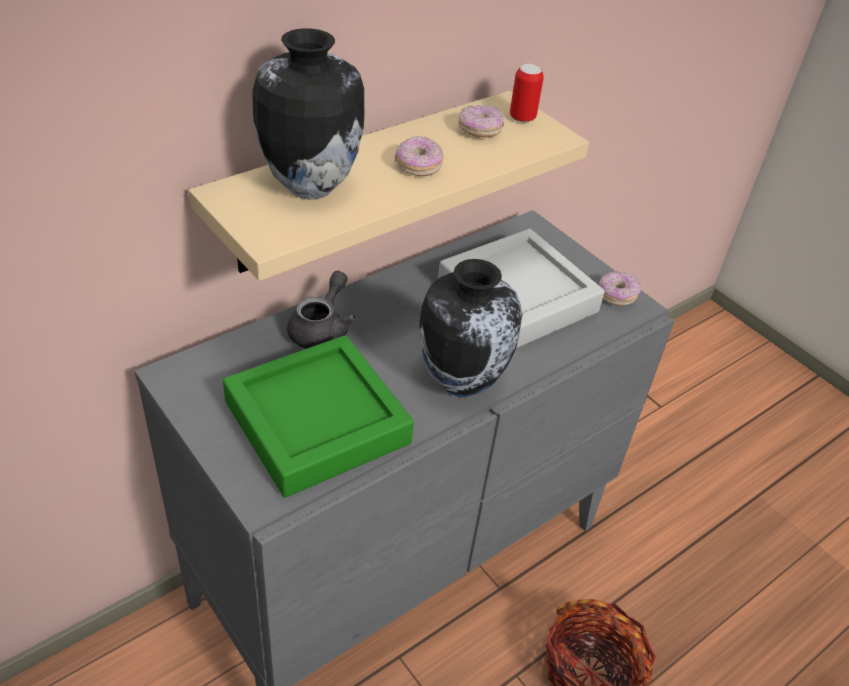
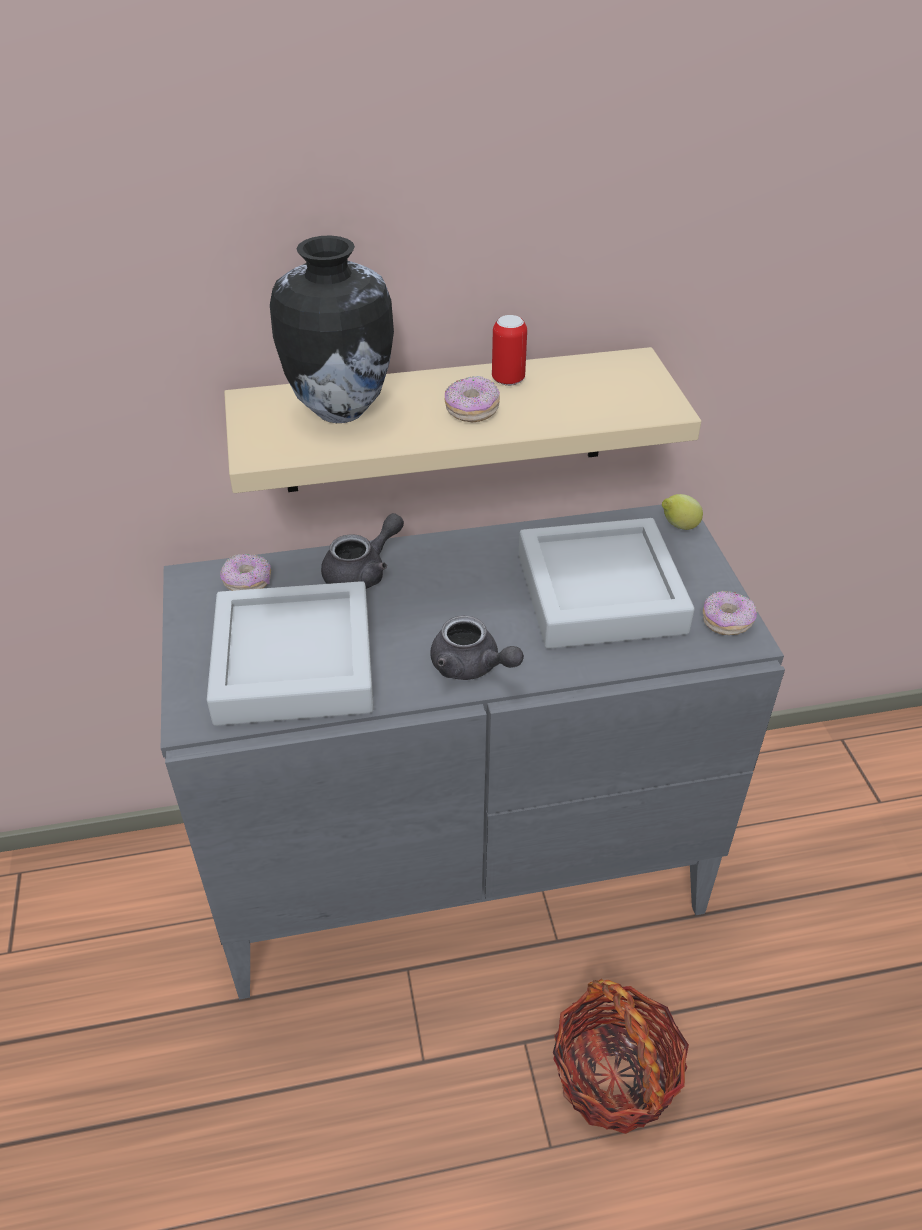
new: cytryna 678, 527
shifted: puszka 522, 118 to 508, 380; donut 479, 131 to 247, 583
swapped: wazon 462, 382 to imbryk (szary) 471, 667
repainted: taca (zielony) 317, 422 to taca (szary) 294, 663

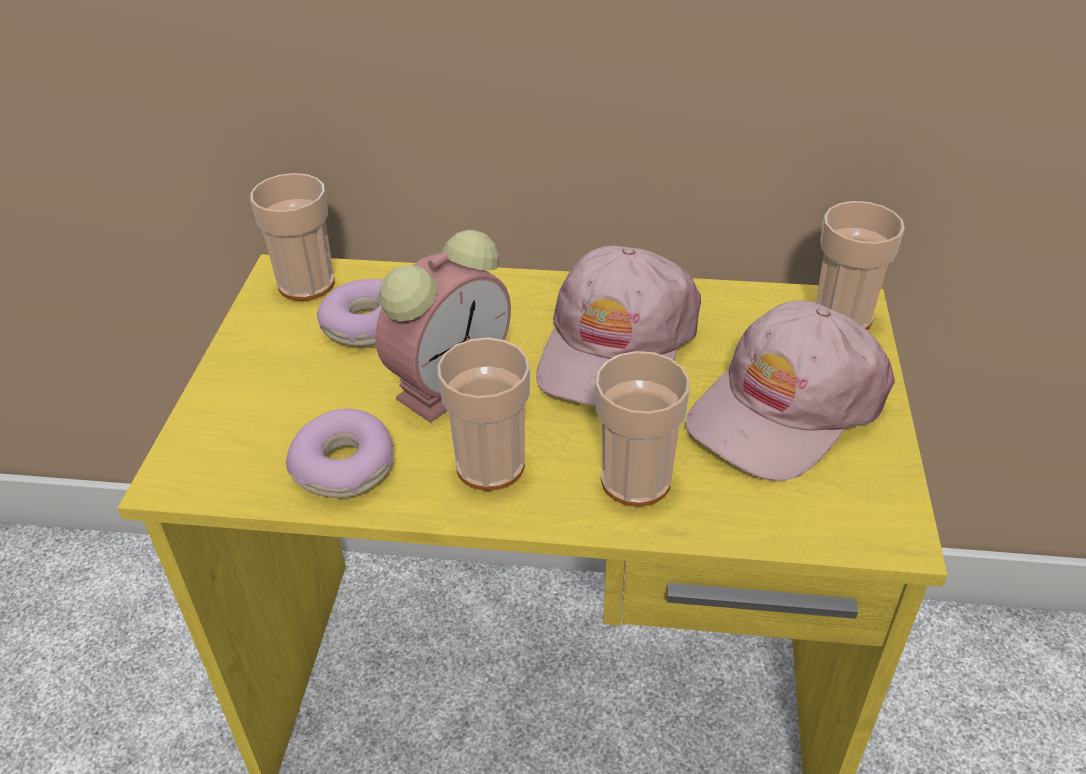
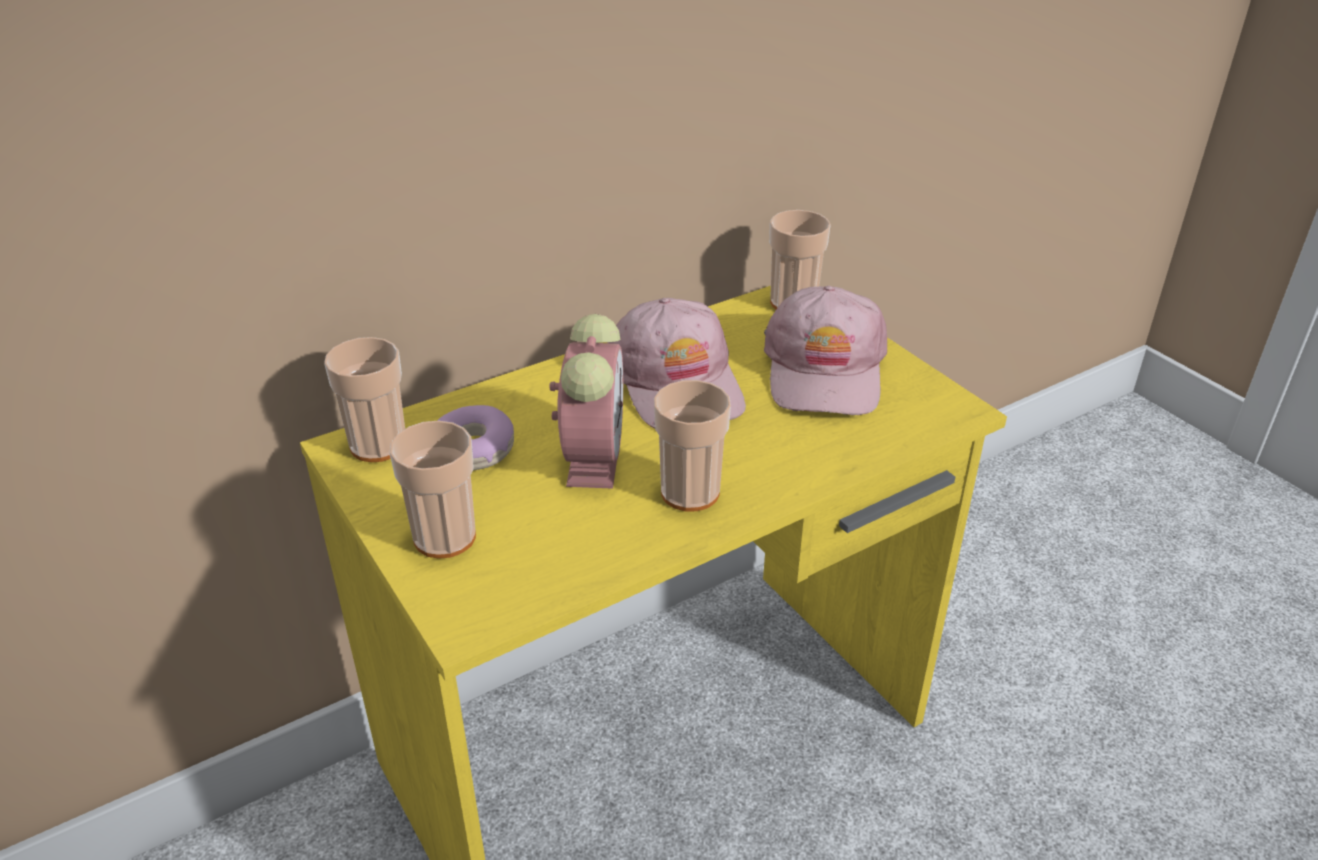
gone: donut 345, 467
shifted: filiżanka 635, 481 to 445, 537

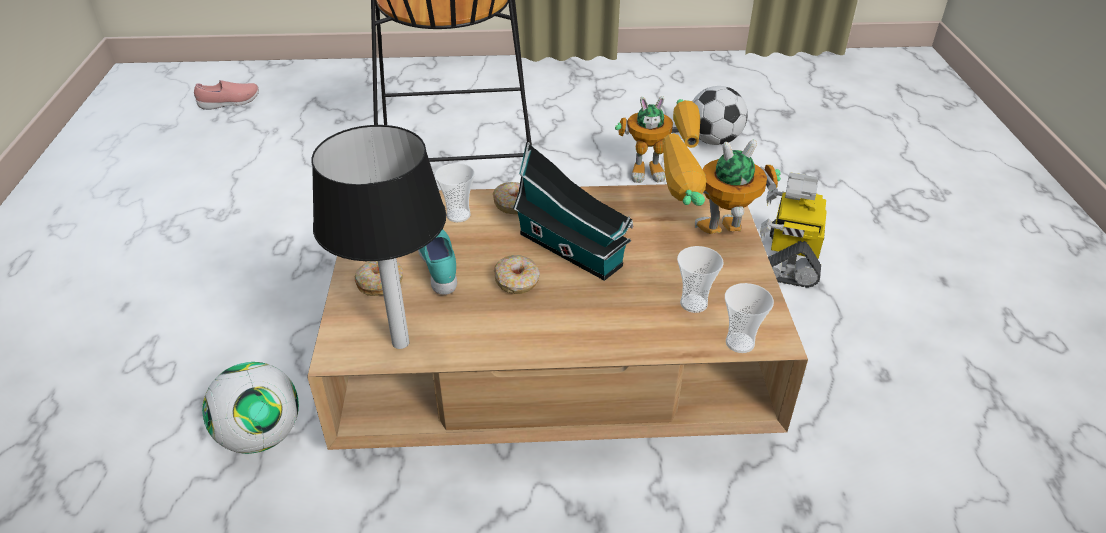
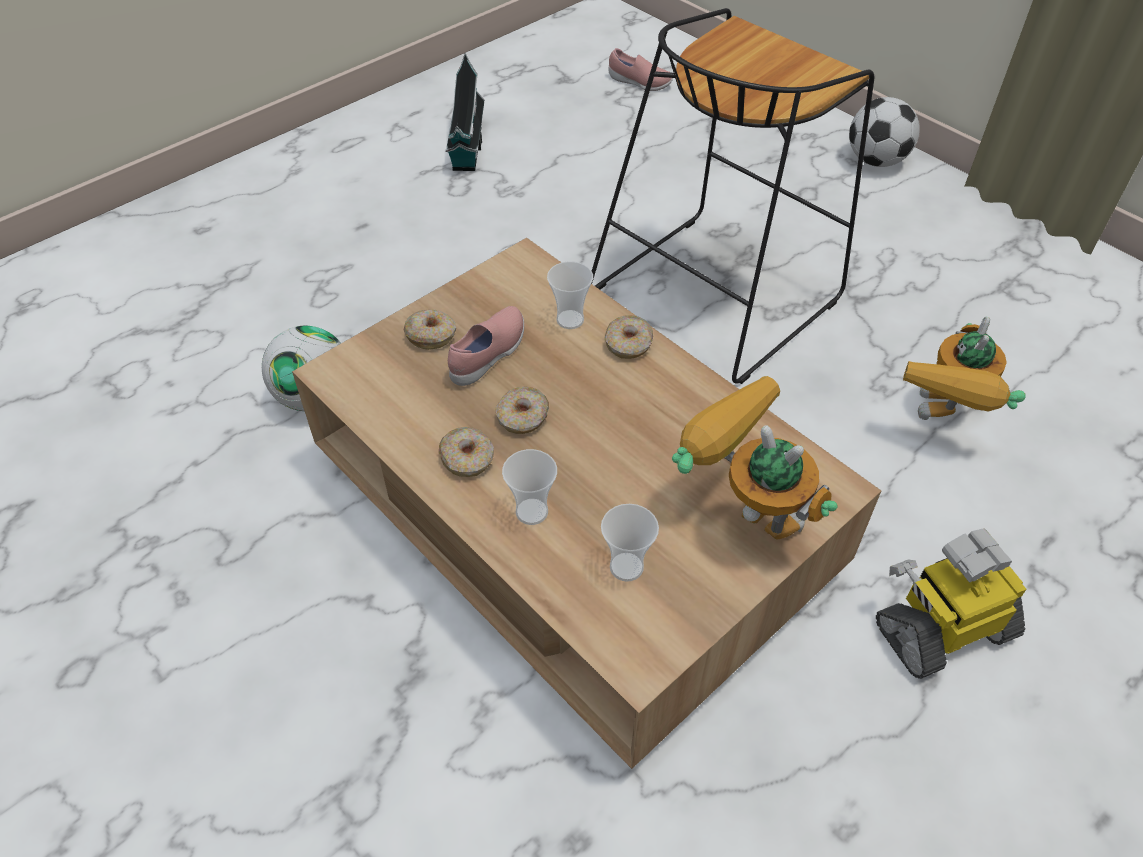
gone: lampa stołowa 402, 342
new: donut 468, 459
shifted: piłka futbolowa 714, 140 to 876, 161; domek 573, 252 to 467, 148; filiżanka 740, 343 to 532, 511
repainted: but (turkusowy) 439, 266 to but (różowy) 489, 355
rotated: robot zabawkowy 660, 172 = 943, 422 60 degrees clockwise

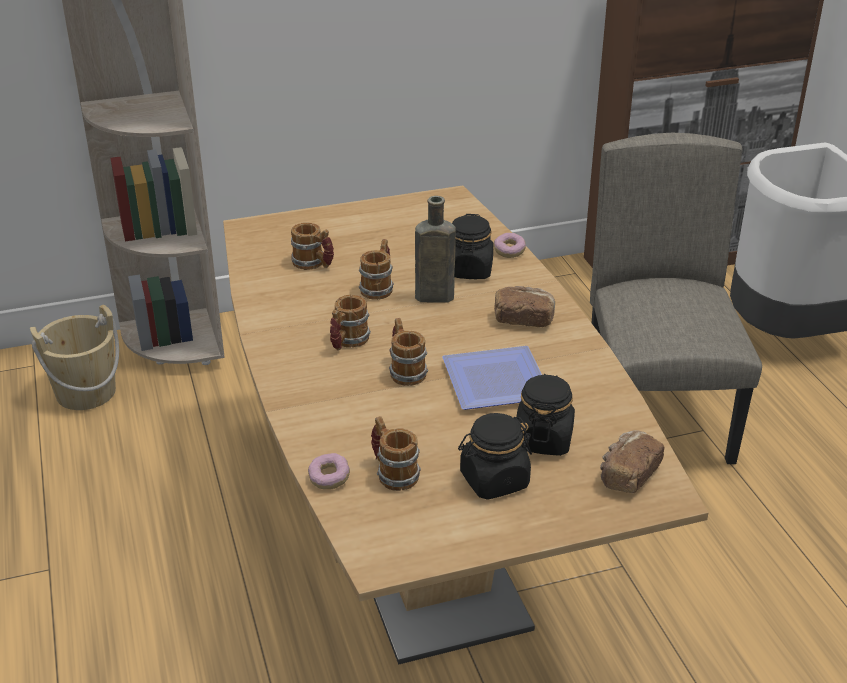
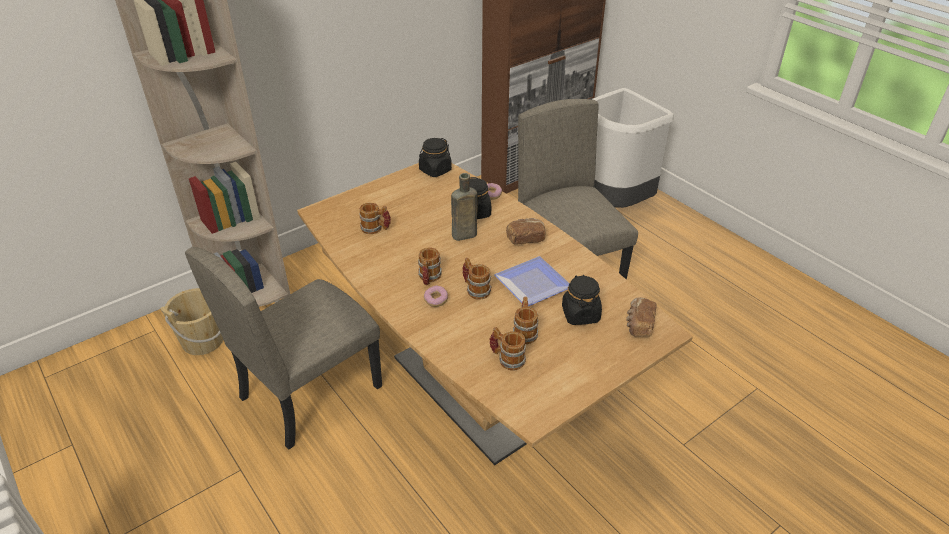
new: krzesło (beżowy) 310, 391
shifted: kubek 379, 287 to 524, 331; słoik (czarny) 494, 480 to 435, 170; donut 329, 478 to 436, 300

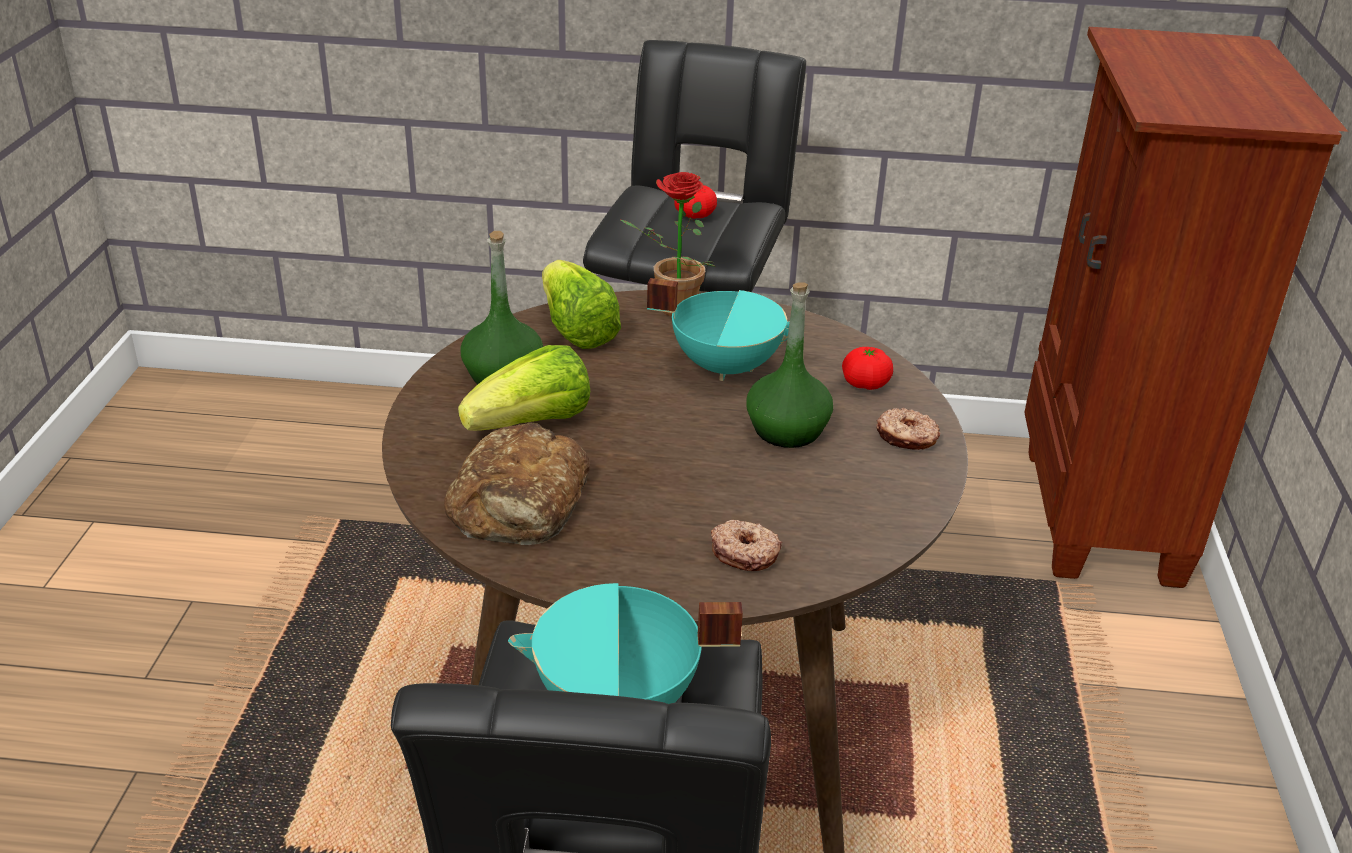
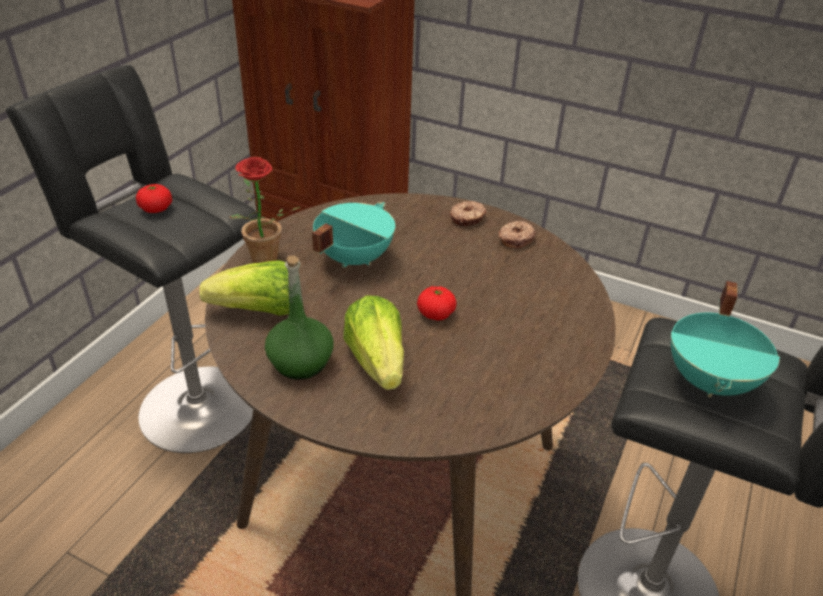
gone: butelka (zielony) 786, 430; chleb 520, 502
shifted: pomidor 865, 384 to 436, 314; donut 745, 553 to 515, 239

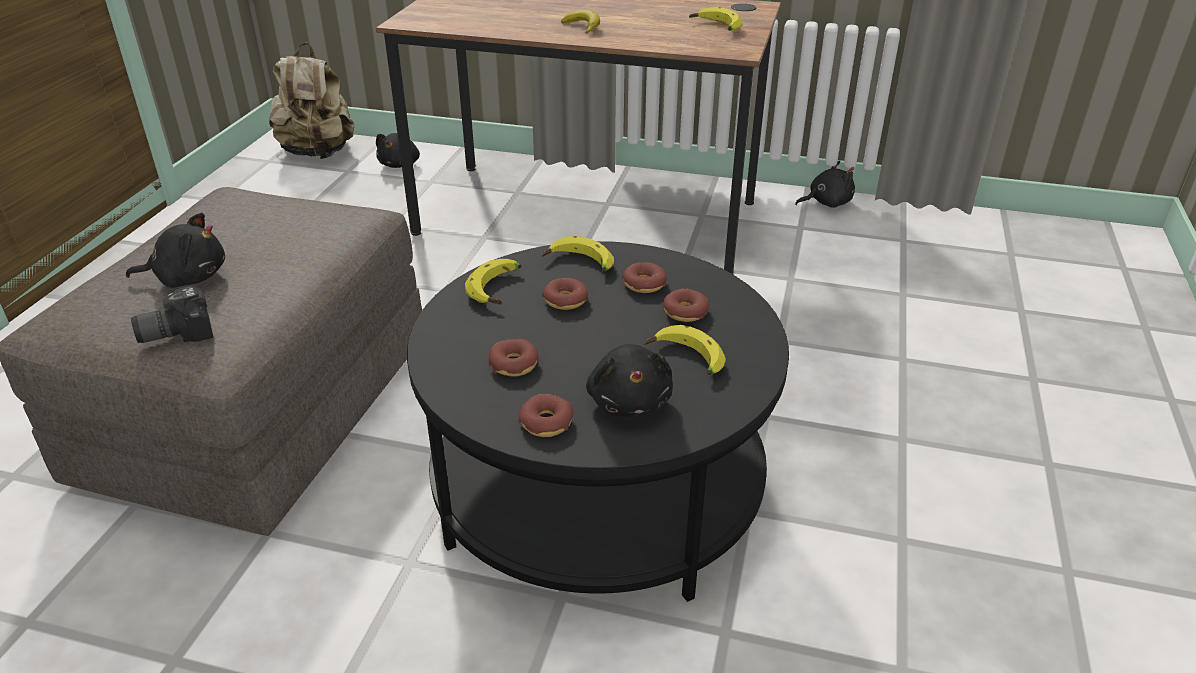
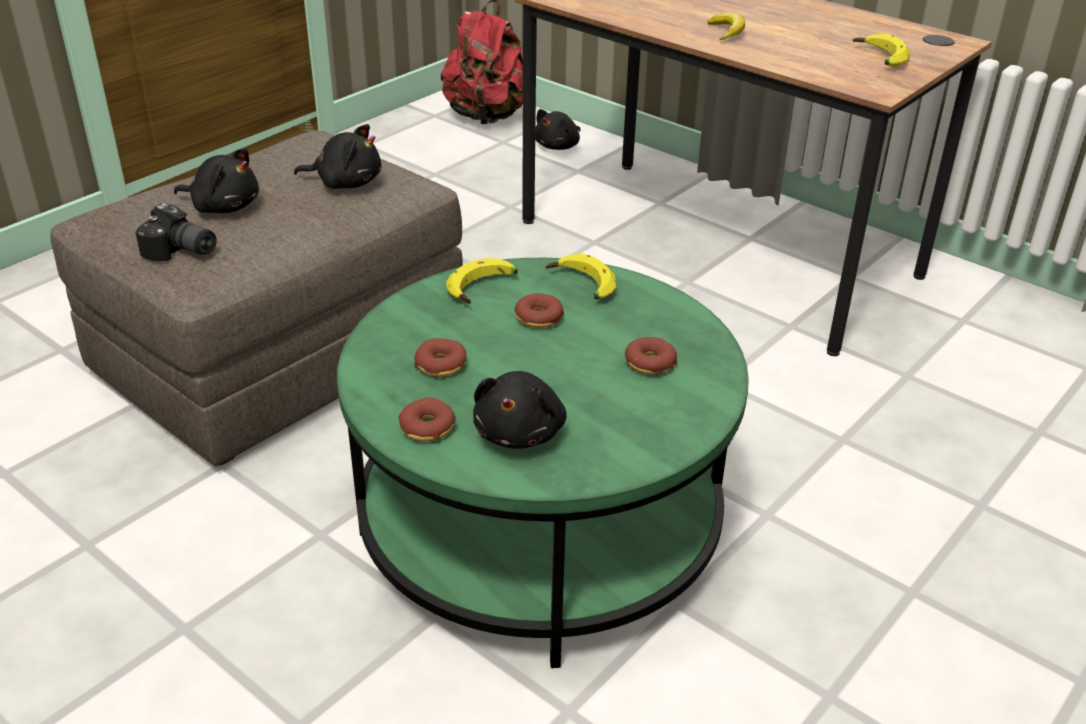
gone: donut 644, 284; banan 685, 360
shifted: pluszak (czarny) 826, 203 to 346, 183
repainted: plecak (beżowy) 318, 152 to plecak (czerwony) 486, 117; ława (czarny) 597, 485 to ława (zielony) 540, 524
rotated: aparat fotograficzny 176, 332 = 180, 252 150 degrees counterclockwise

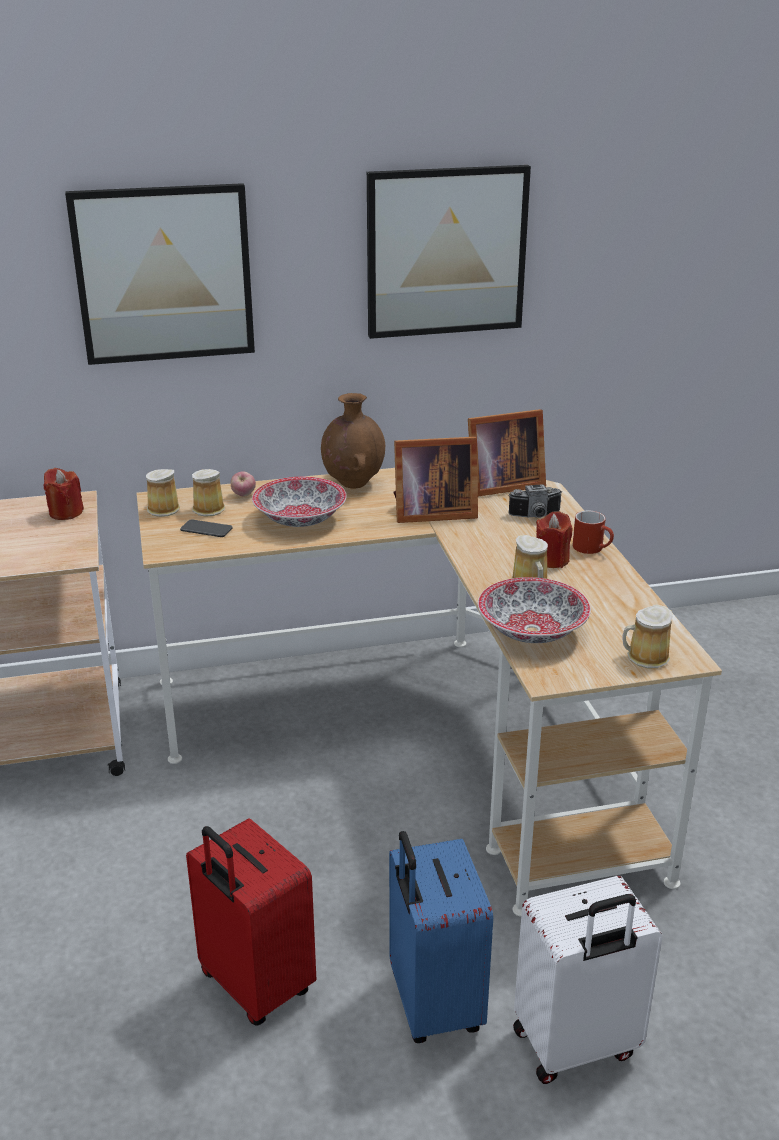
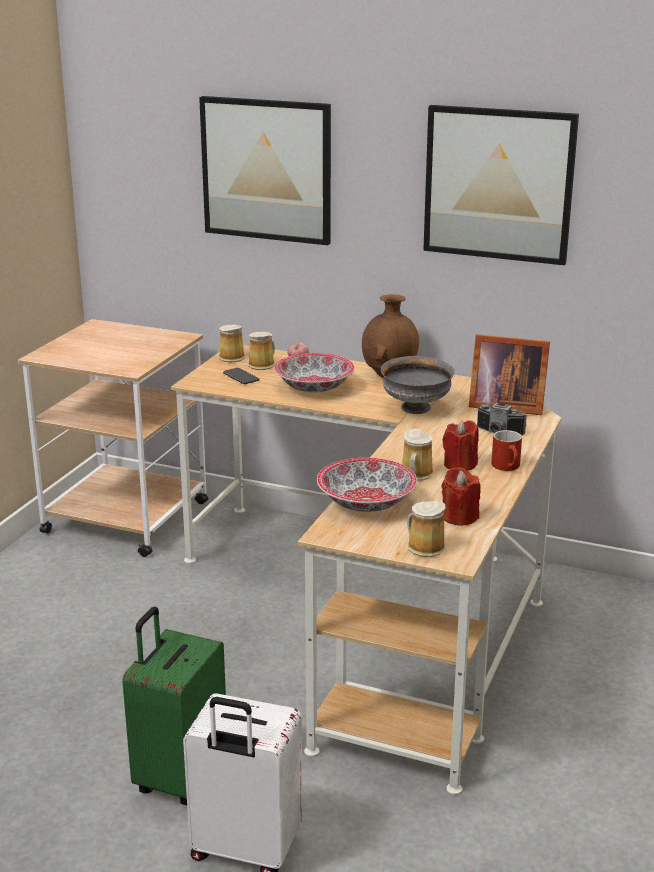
gone: walizka (czerwony) 254, 986
shifted: świeca (czerwony) 65, 513 to 459, 517
swapped: ramka na zdjęcie 431, 513 to miska (szary) 416, 409
repainted: walizka (niebieski) 432, 1004 to walizka (zielony) 179, 776

